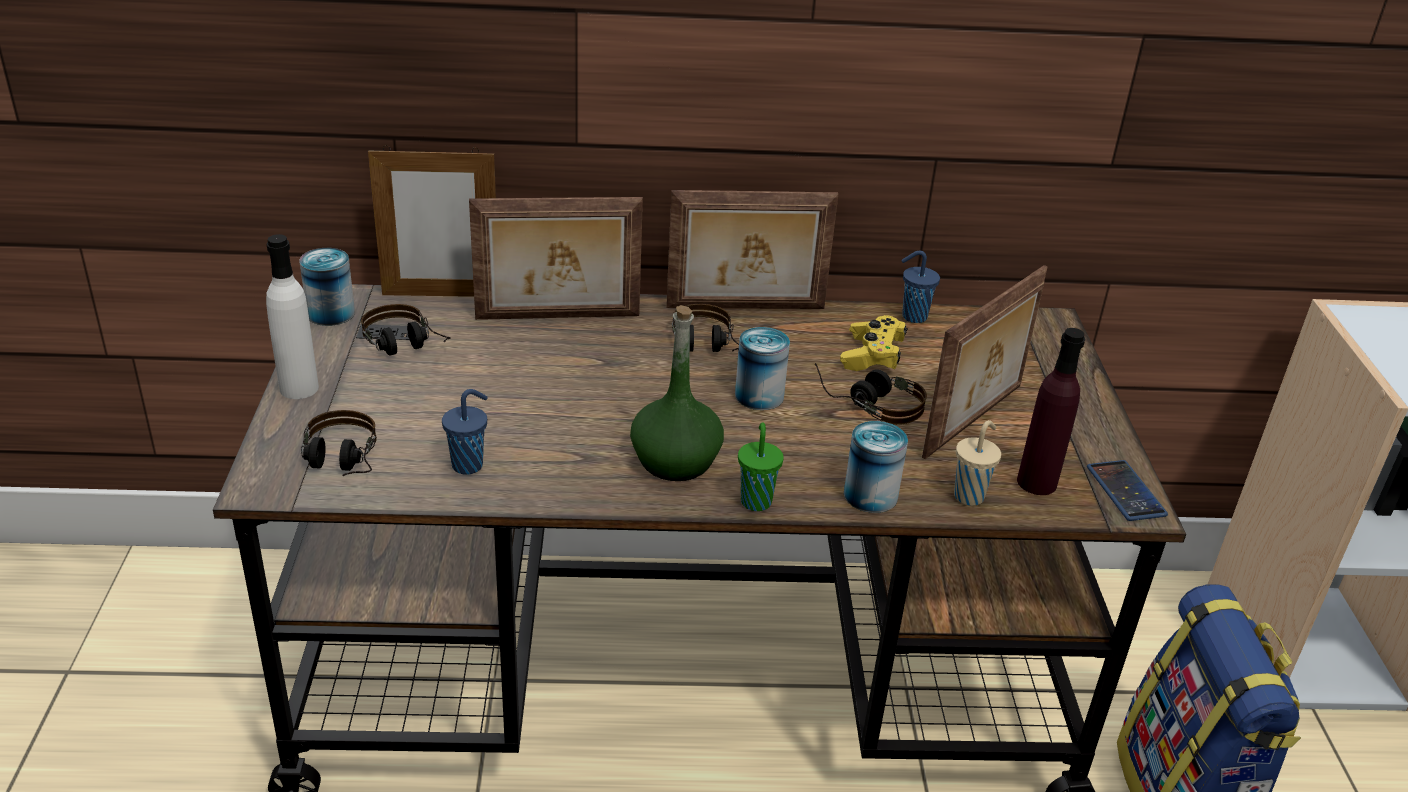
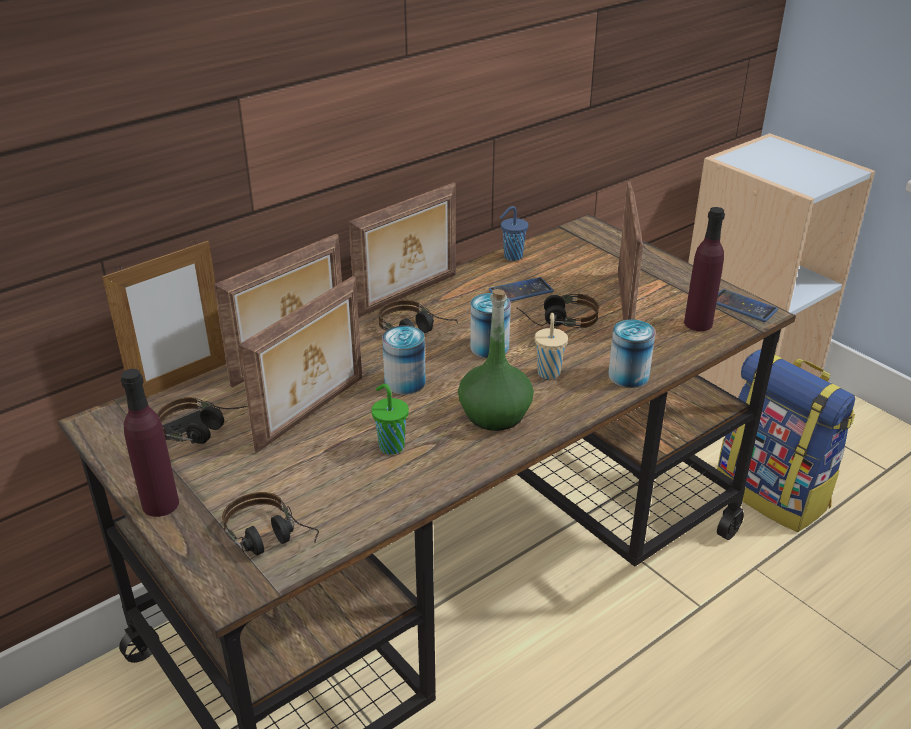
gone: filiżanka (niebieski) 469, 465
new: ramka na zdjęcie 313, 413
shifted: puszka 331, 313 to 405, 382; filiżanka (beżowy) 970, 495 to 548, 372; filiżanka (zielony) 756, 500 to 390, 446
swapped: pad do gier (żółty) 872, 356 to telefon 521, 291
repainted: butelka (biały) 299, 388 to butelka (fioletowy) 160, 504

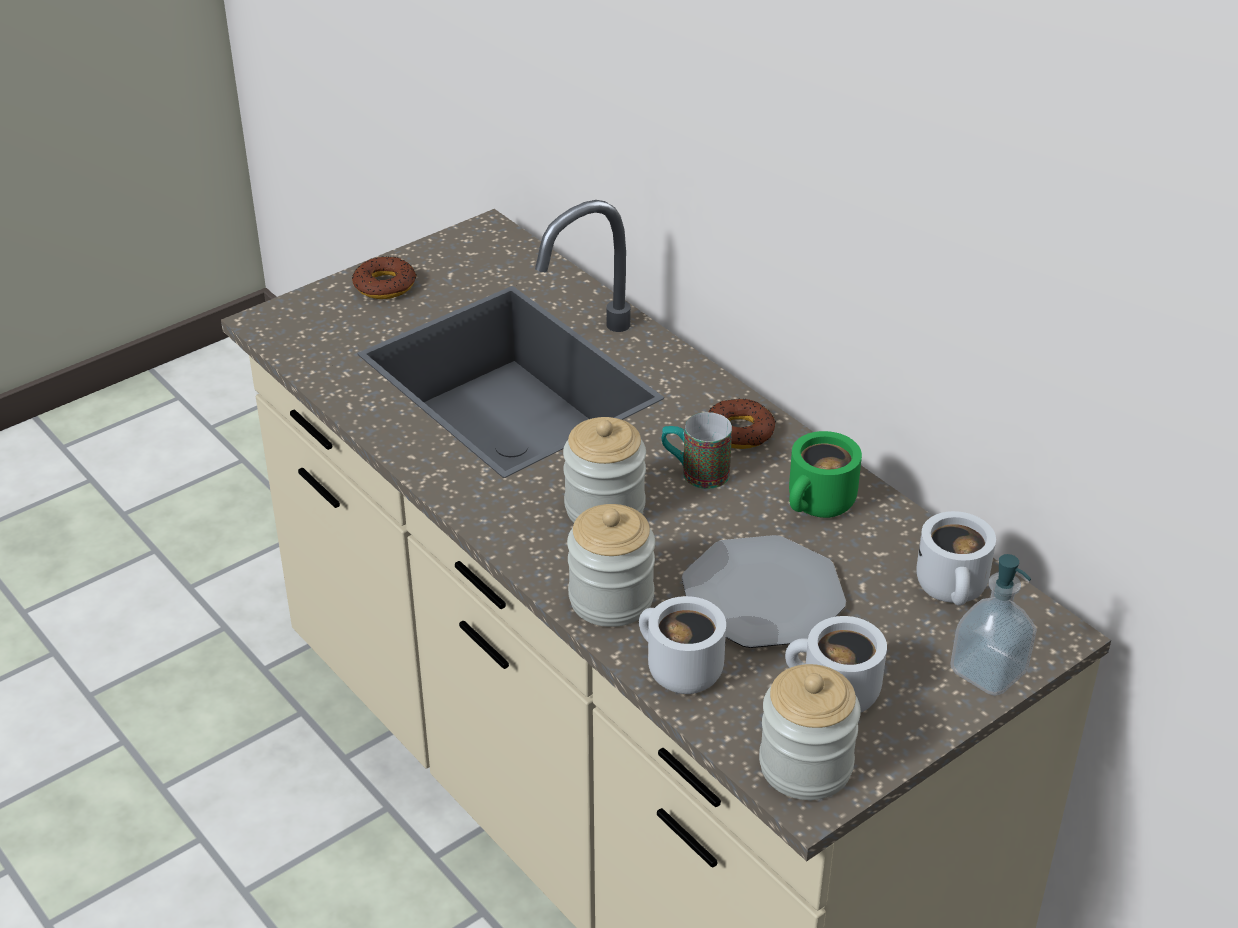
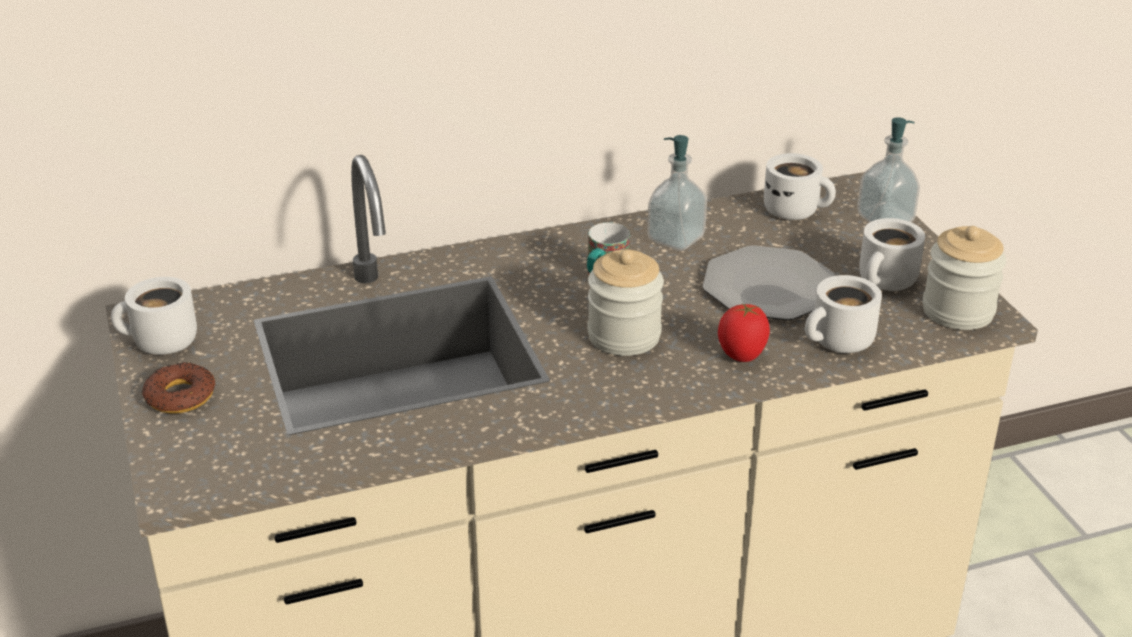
gone: donut 739, 432
new: kubek (biały) 160, 343
swapped: kubek (zielony) 820, 505 to dozownik mydła 676, 239; słoik 611, 599 to pomidor 742, 356

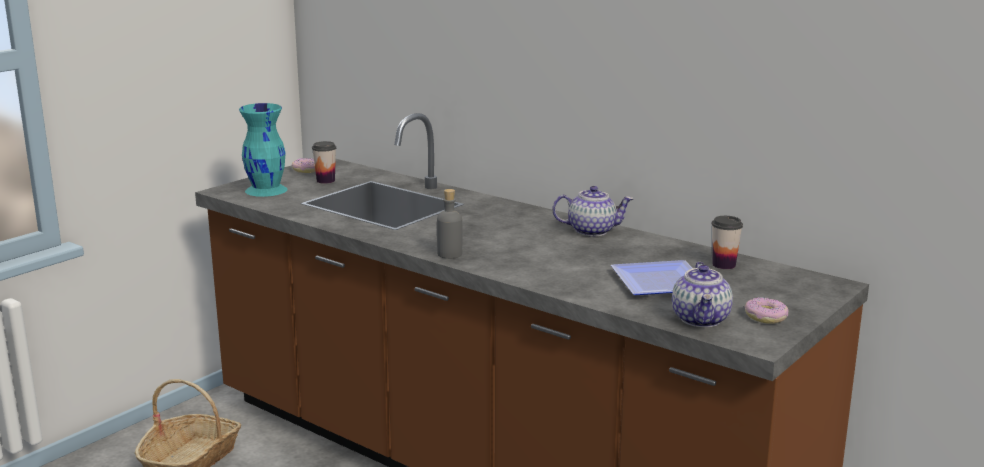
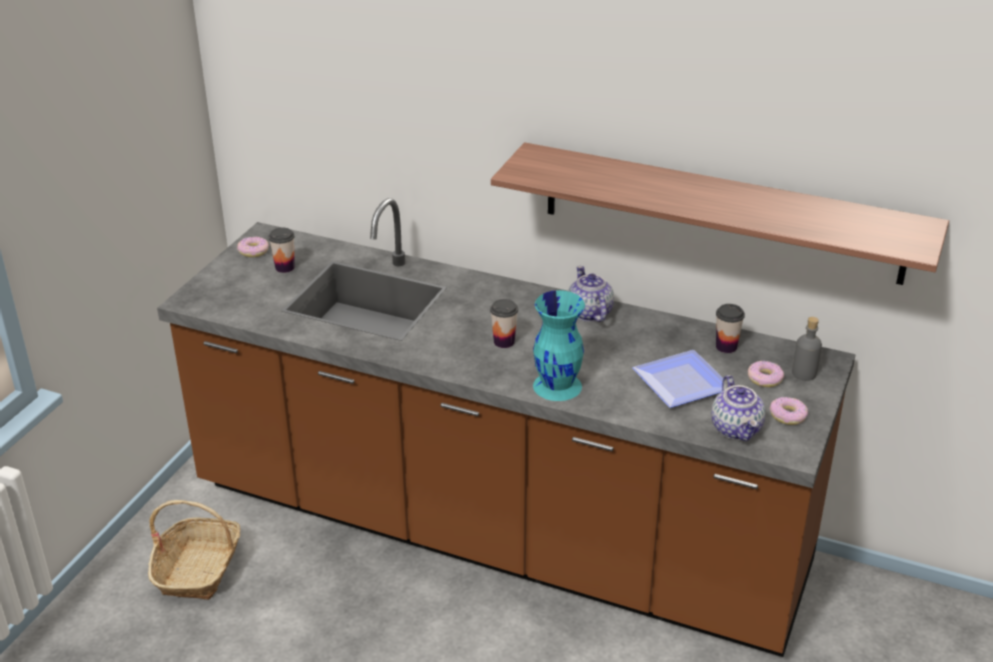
new: półka 721, 213; filiżanka 504, 342; donut 764, 379
shifted: wazon (turkusowy) 267, 190 to 558, 385; butelka (szary) 449, 254 to 804, 373
rotated: imbryk 592, 231 = 589, 313 90 degrees counterclockwise

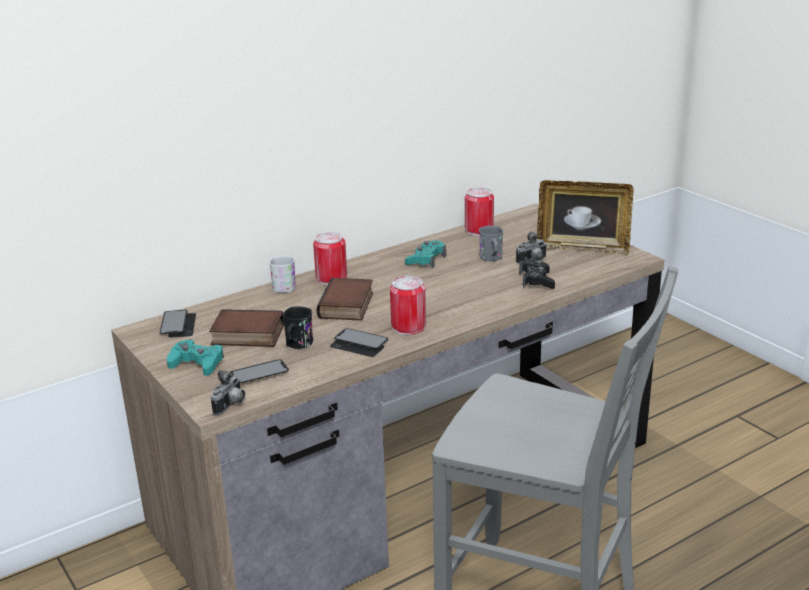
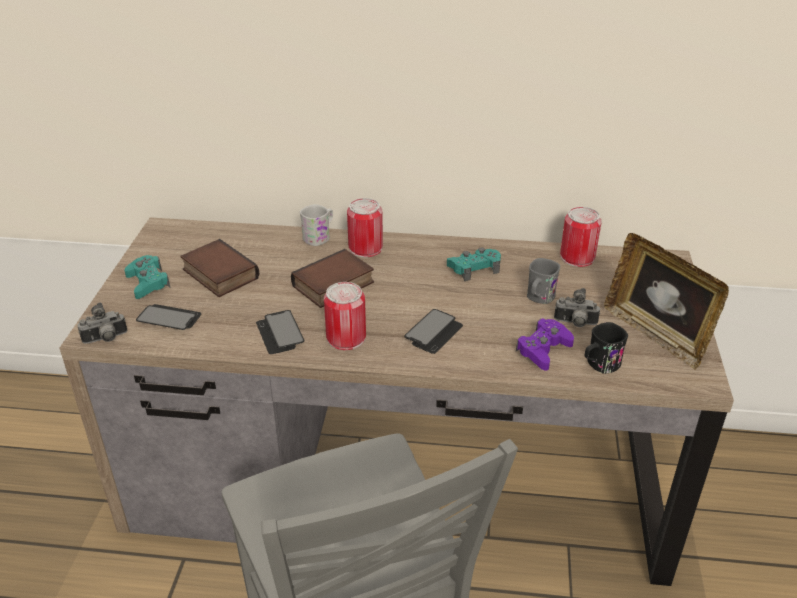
shifted: kubek (czarny) 297, 345 to 599, 365; telefon 178, 325 to 433, 332
repainted: pad do gier (czarny) 536, 280 to pad do gier (fioletowy) 543, 349

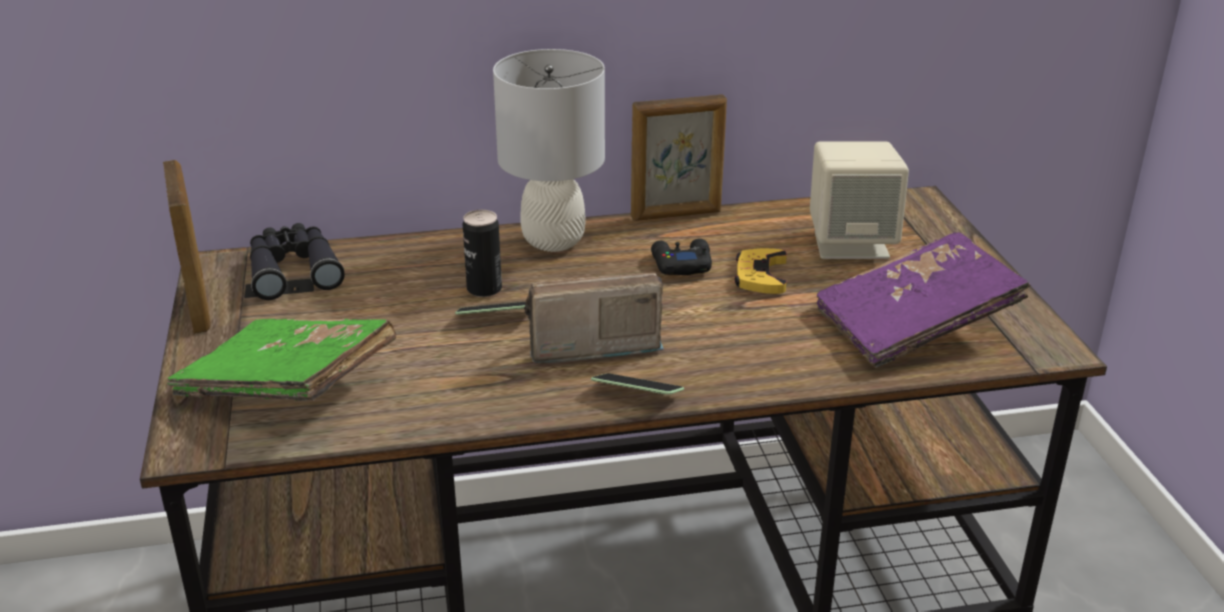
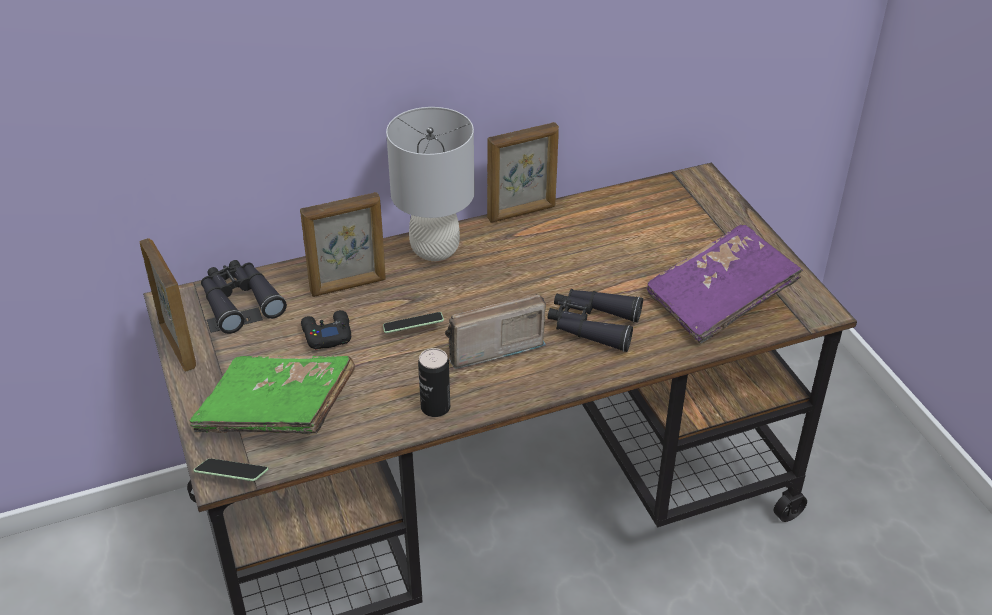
gone: głośnik (beżowy) 851, 244; pad do gier (żółty) 760, 276
new: ramka na zdjęcie 348, 286; lornetka (czarny) 592, 325
shifted: puszka 484, 289 to 435, 407; pad do gier (czarny) 681, 264 to 326, 334; telefon 637, 394 to 232, 476

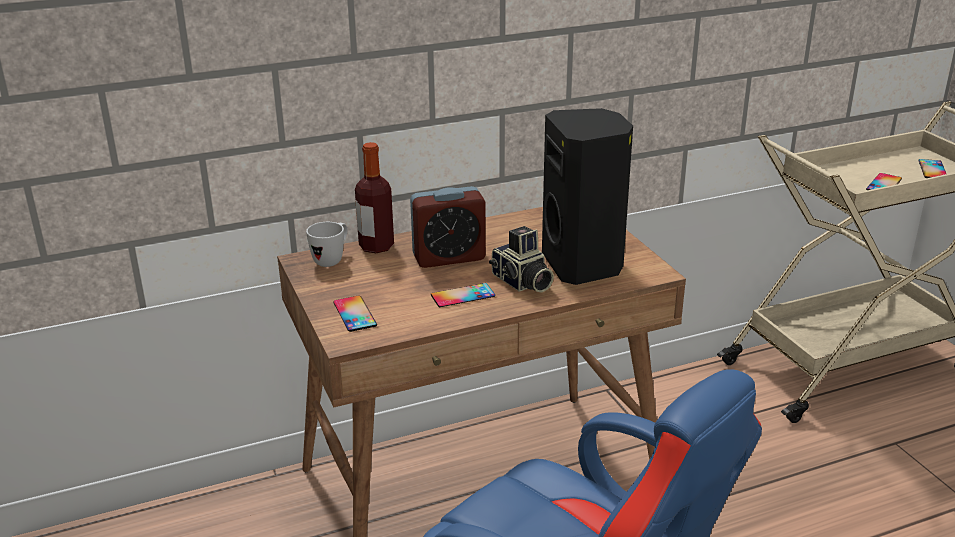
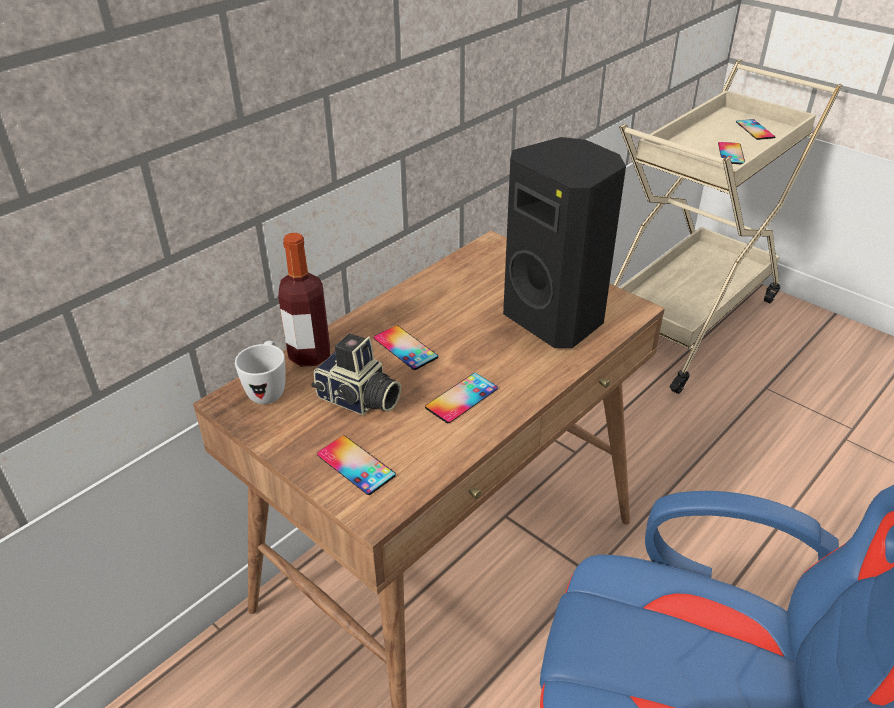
shifted: aparat fotograficzny 521, 283 to 358, 400
swapped: budzik 449, 257 to telefon 405, 348

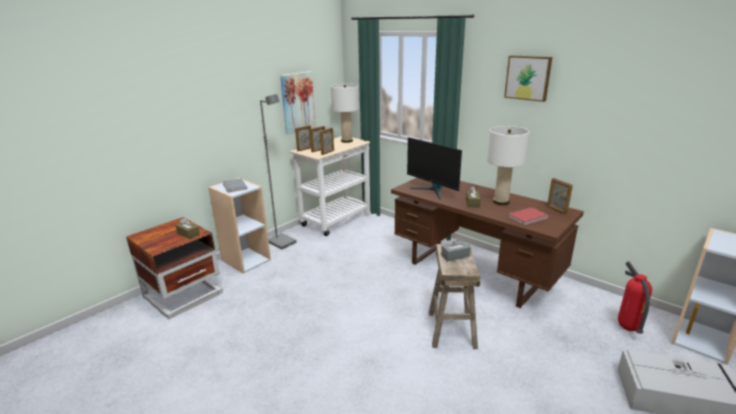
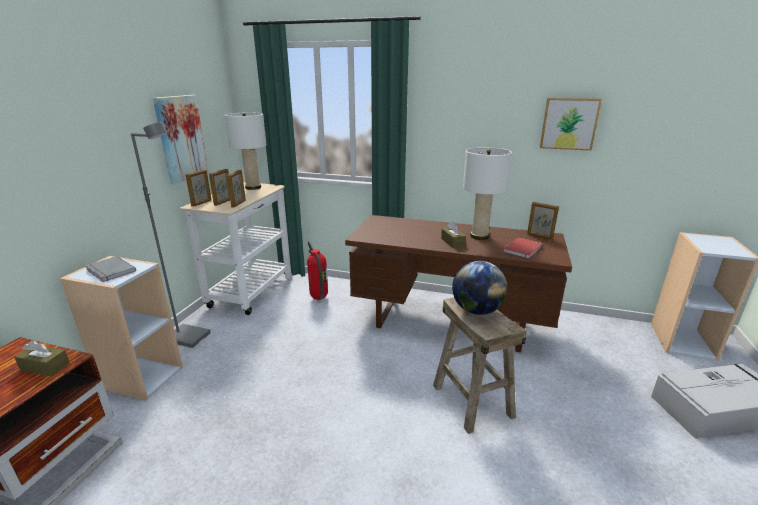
gone: monitor 432, 190
shifted: obraz 528, 78 to 569, 123; gaśnica 626, 328 to 318, 298
swapped: pudełko chusteczek (szary) 455, 256 to globus 476, 310

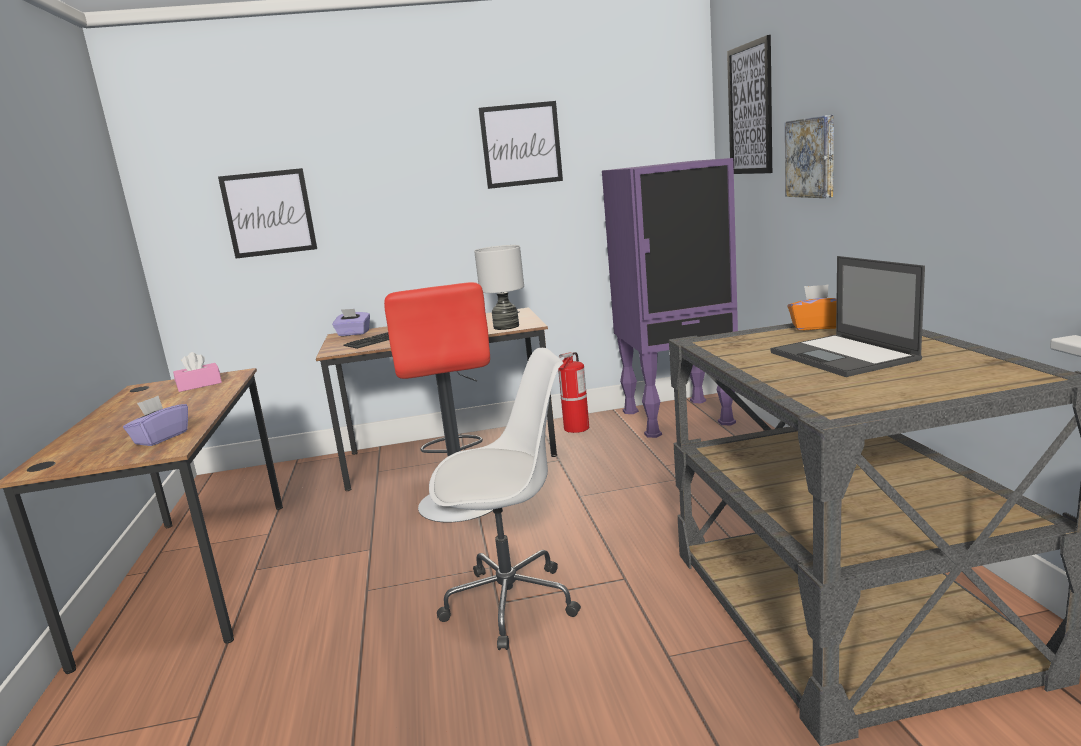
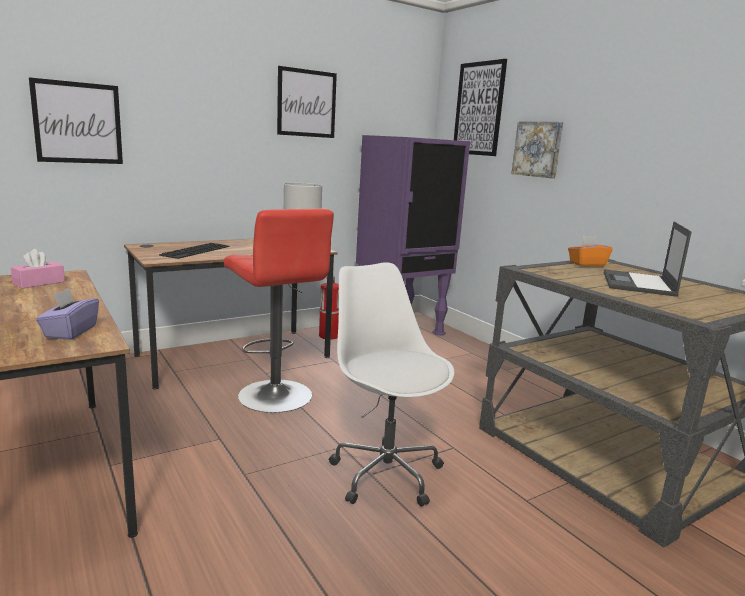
gone: pudełko chusteczek (fioletowy) 353, 333
rotated: laptop 844, 356 = 638, 284 60 degrees clockwise; krzesło biurowe (biały) 514, 603 = 384, 473 90 degrees counterclockwise

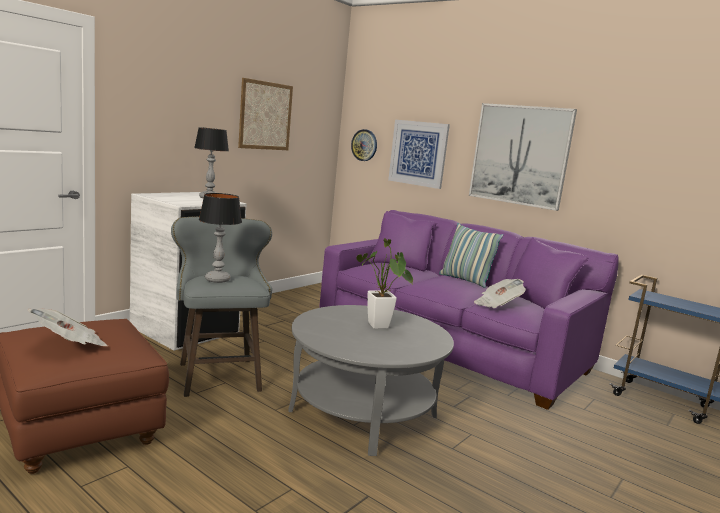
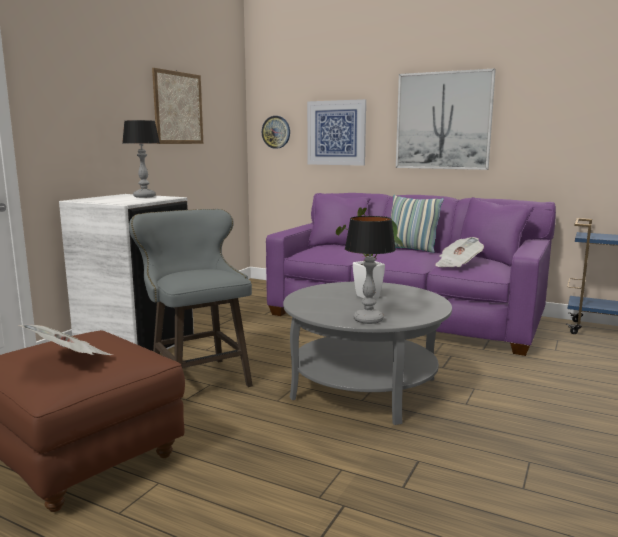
shifted: lampa stołowa 218, 279 to 368, 319

